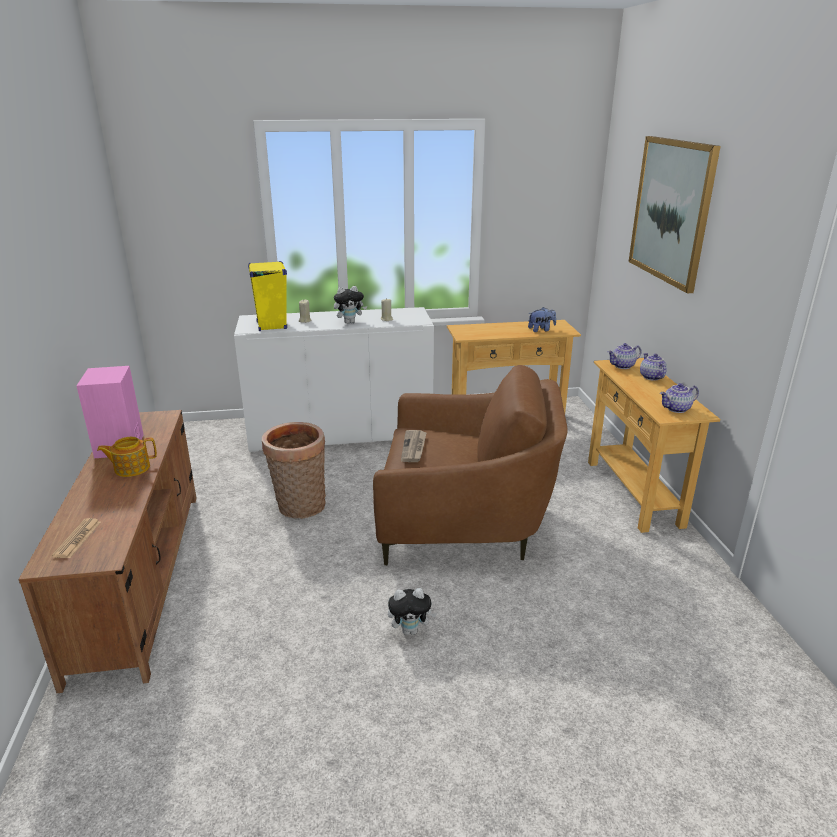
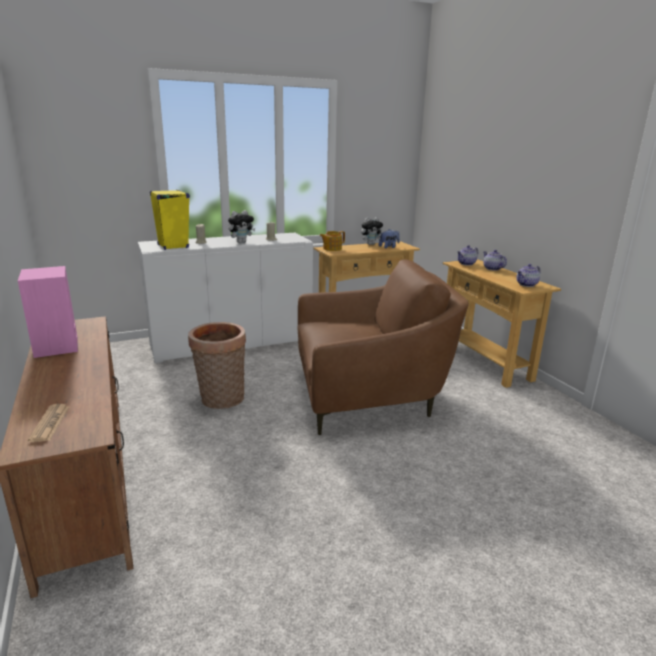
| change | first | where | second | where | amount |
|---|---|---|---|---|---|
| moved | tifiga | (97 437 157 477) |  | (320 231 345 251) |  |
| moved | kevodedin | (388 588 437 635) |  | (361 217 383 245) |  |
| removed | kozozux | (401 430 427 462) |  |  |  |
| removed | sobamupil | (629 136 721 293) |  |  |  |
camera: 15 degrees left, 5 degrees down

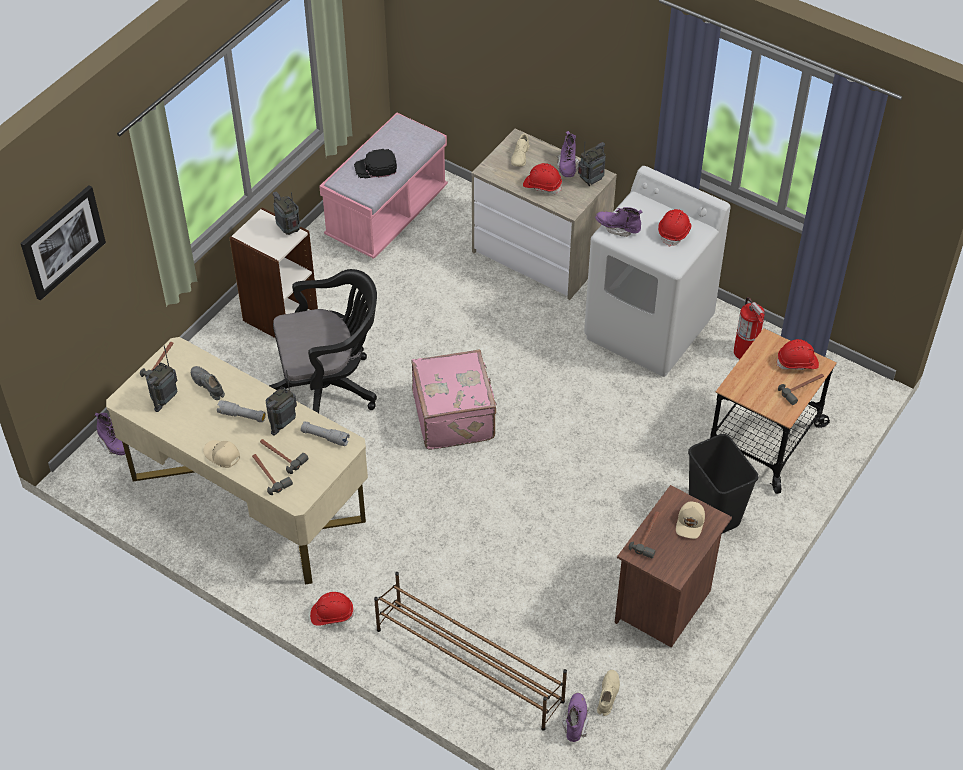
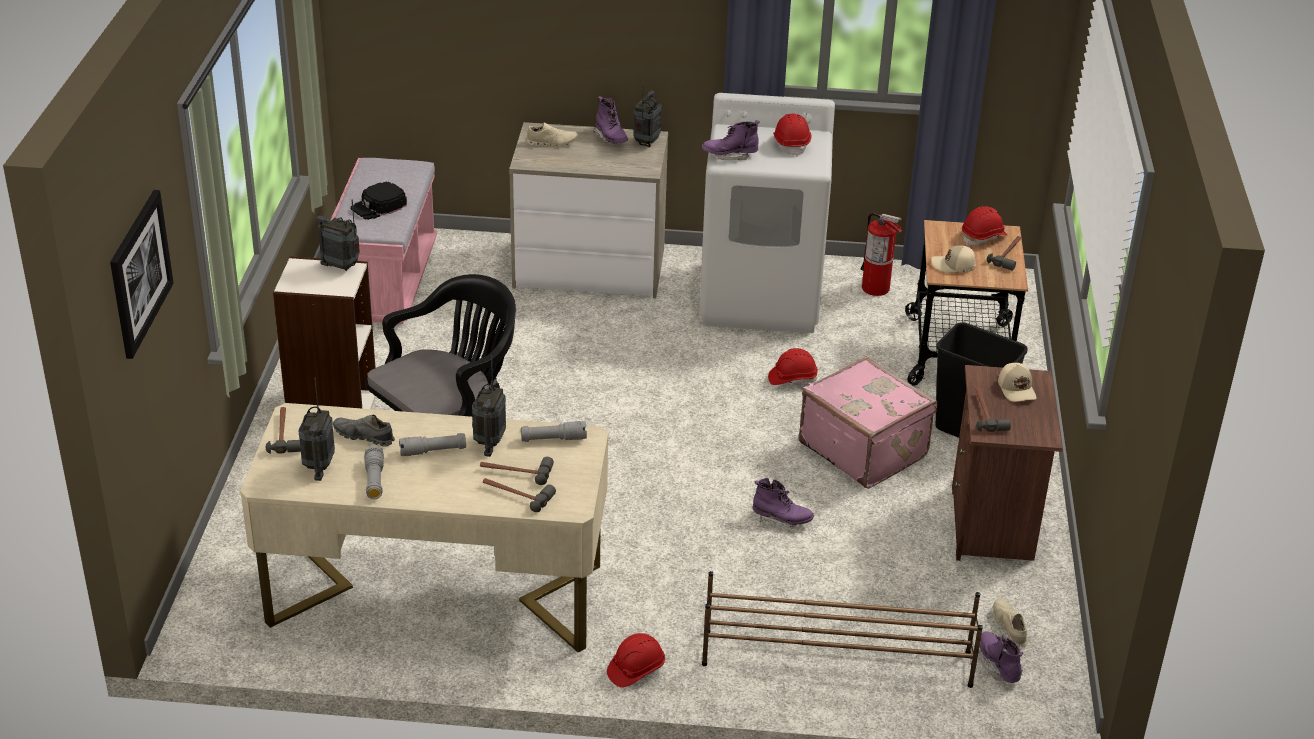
| change | first | where | second | where | amount |
|---|---|---|---|---|---|
| moved | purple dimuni | (95 413 125 455) |  | (753 478 814 527) |  |
| moved | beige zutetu | (203 440 240 468) |  | (931 245 975 272) |  |
| moved | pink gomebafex | (411 349 497 450) |  | (798 357 937 489) |  |
| turned | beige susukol | (511 134 530 167) |  | (526 123 578 147) | 75 degrees counterclockwise |
| moved | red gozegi | (523 163 562 194) |  | (768 348 818 385) |  |
| added |  |  | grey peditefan | (364 445 384 499) |  |
camera: 30 degrees left, 15 degrees down

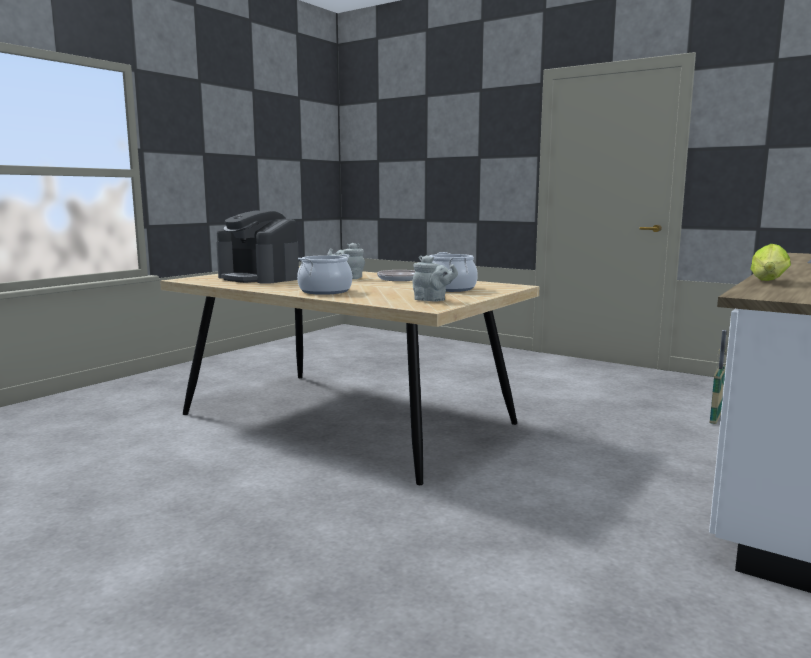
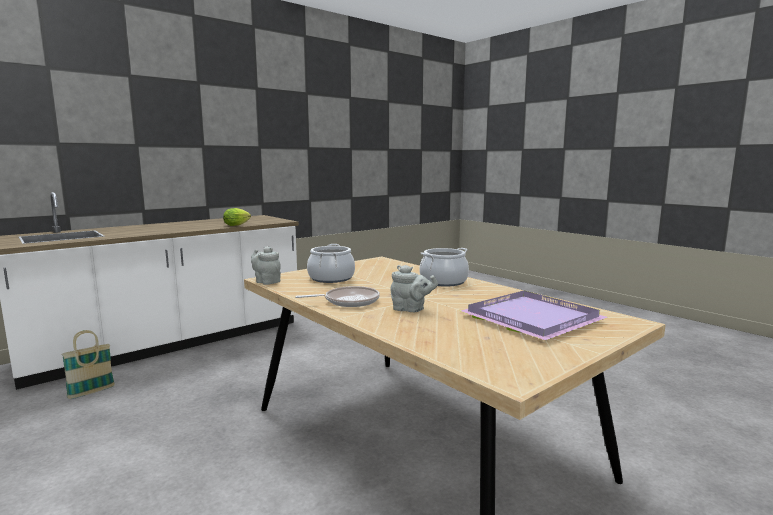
| change | first | where | second | where | amount |
|---|---|---|---|---|---|
| replaced | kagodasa | (216 211 299 284) | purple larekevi | (461 291 608 340) |  |
| moved | grey tifiga | (412 255 458 301) |  | (251 246 281 285) |  |
camera: 165 degrees left, 0 degrees up

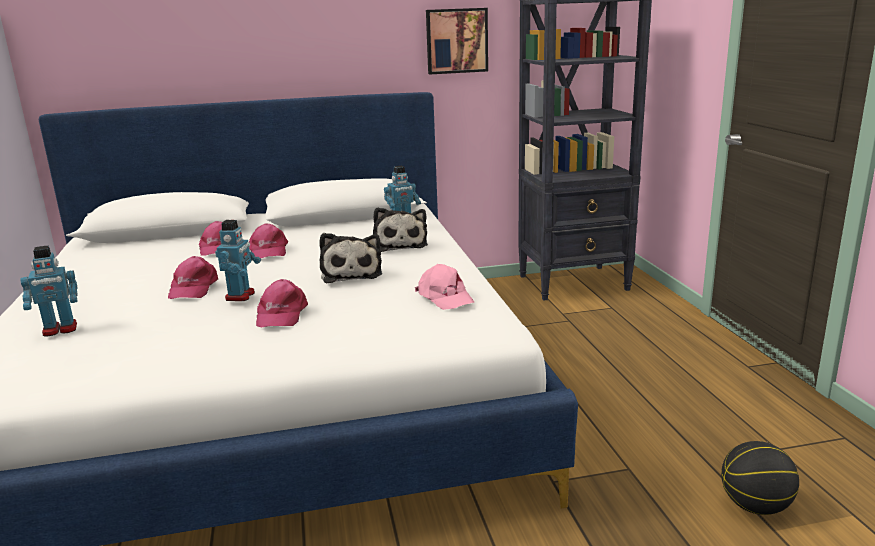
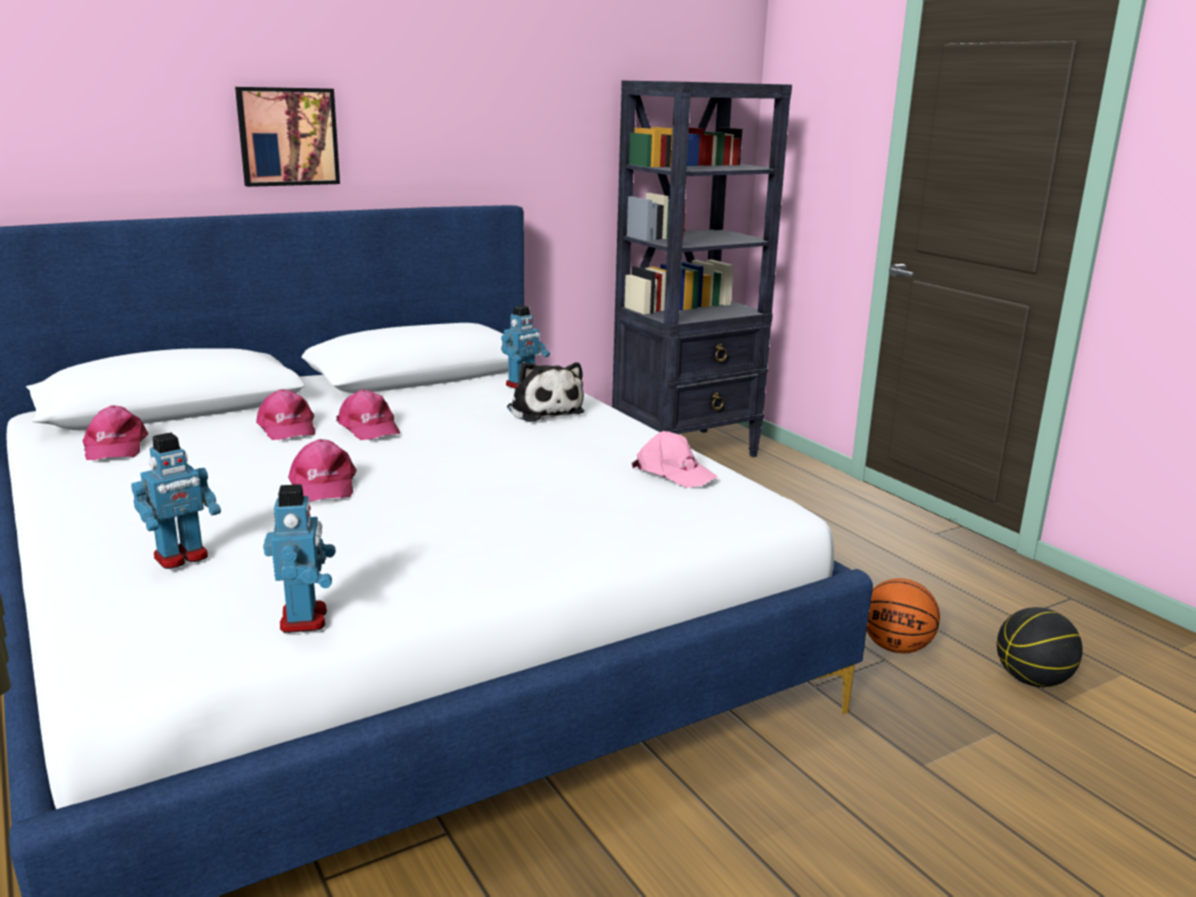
| change | first | where | second | where | amount |
|---|---|---|---|---|---|
| moved | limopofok | (215 220 261 301) |  | (263 484 336 633) |  |
| moved | pink zutetu | (256 279 308 328) |  | (83 405 148 460) |  |
| removed | kevodedin | (319 233 382 284) |  |  |  |
| moved | sobamupil | (426 8 488 74) |  | (235 87 340 187) |  |
| added |  |  | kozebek | (866 578 940 654) |  |
camera: 20 degrees left, 0 degrees up

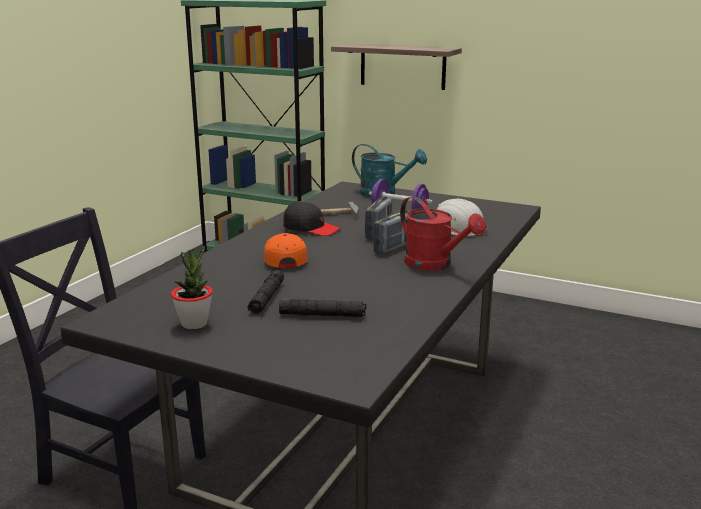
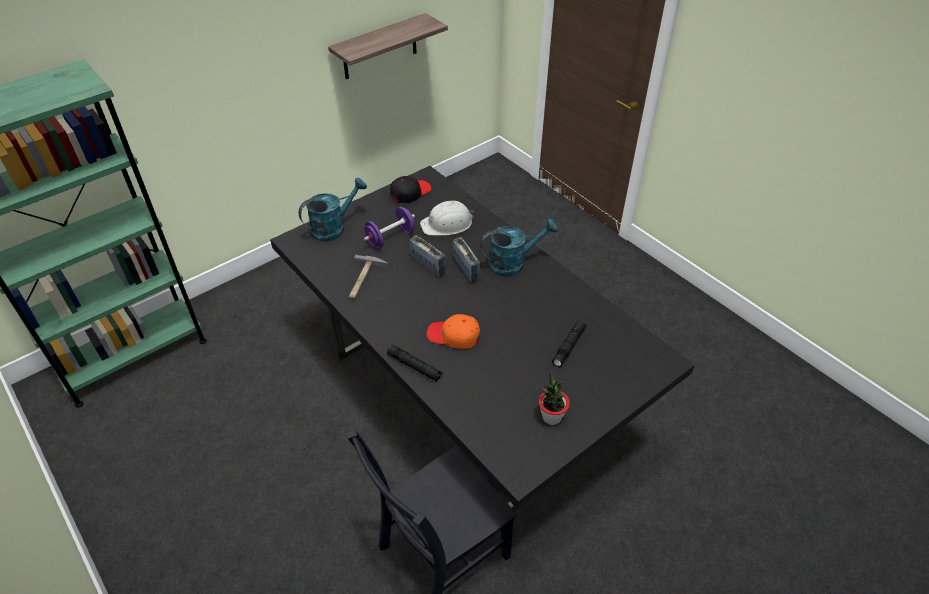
| change | first | where | second | where | amount |
|---|---|---|---|---|---|
| moved | black peditefan | (248 270 284 314) |  | (387 345 443 382) |  |
| moved | black zutetu | (283 201 340 236) |  | (390 176 431 203) |  |
| moved | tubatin | (331 43 462 90) |  | (328 13 448 79) |  |
| recoloured | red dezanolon | (400 196 486 271) | turquoise dezanolon | (480 219 558 277) |  |
camera: 65 degrees left, 25 degrees up

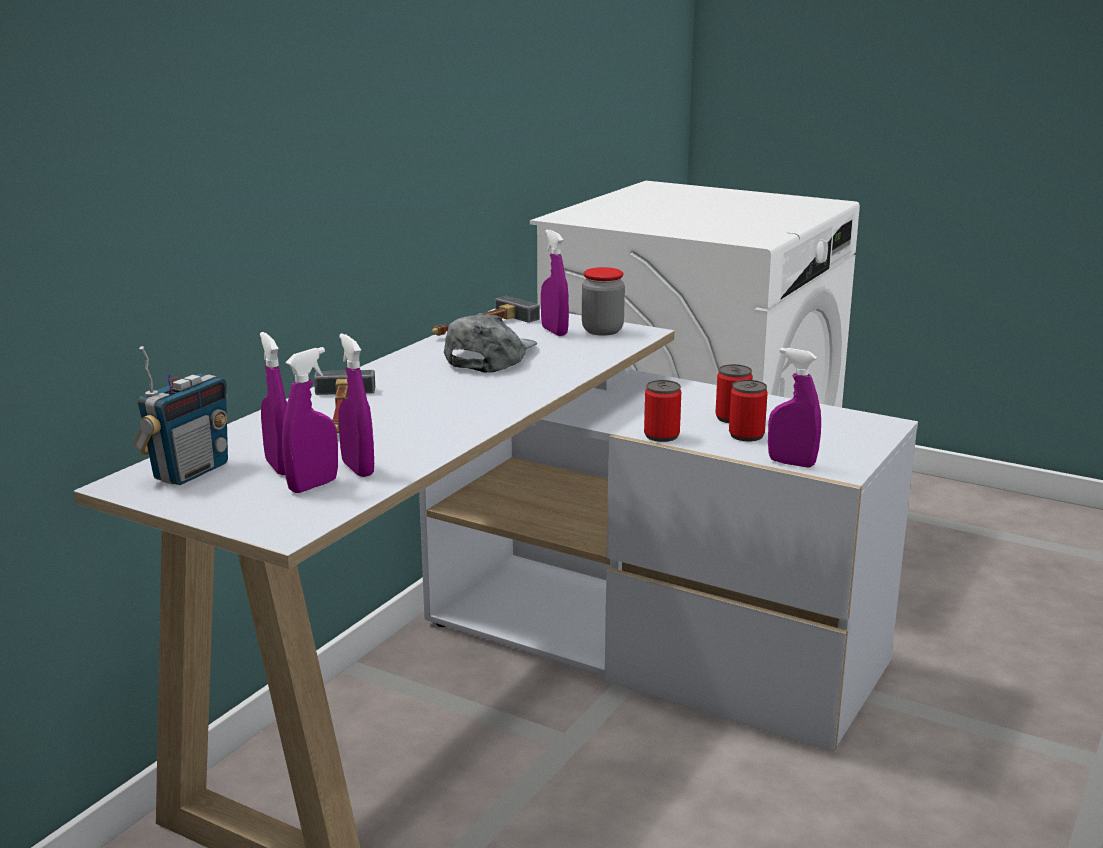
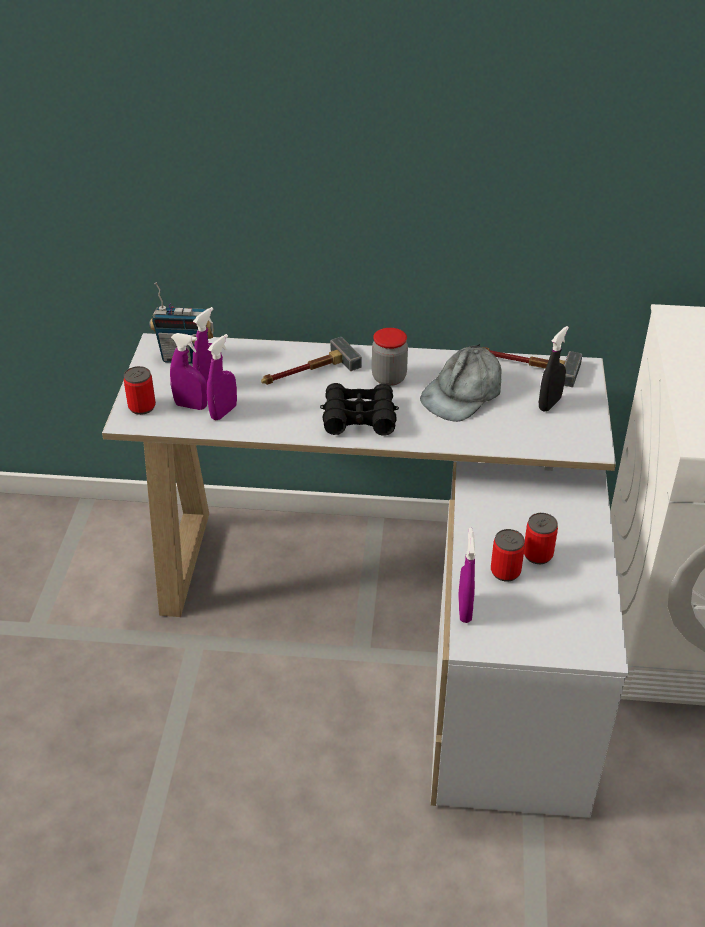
| change | first | where | second | where | amount |
|---|---|---|---|---|---|
| turned | grey zutetu | (444 313 537 373) |  | (420 344 502 422) | 135 degrees clockwise |
| recoloured | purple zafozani | (541 229 569 336) | black zafozani | (539 326 569 412) |  |
| moved | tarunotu | (582 267 625 336) |  | (372 328 408 386) |  |
| moved | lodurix | (644 380 681 442) |  | (124 366 156 415) |  |
| added |  |  | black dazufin | (320 383 399 436) |  |
camera: 65 degrees right, 20 degrees up

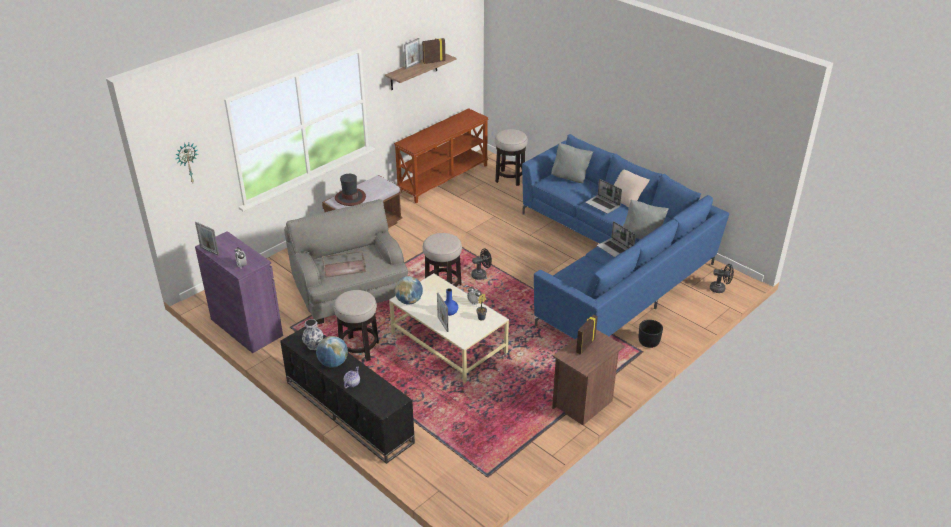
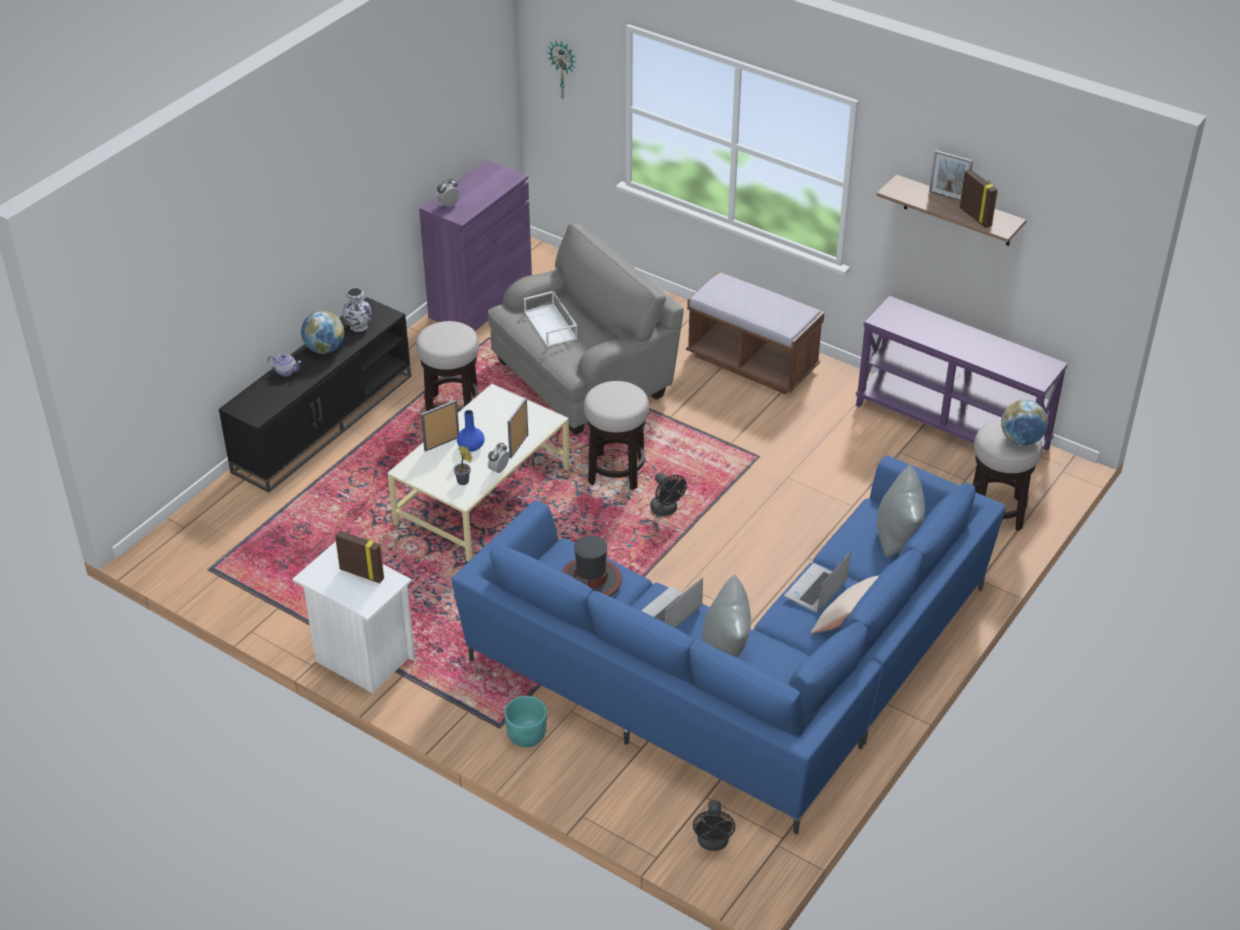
| change | first | where | second | where | amount |
|---|---|---|---|---|---|
| moved | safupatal | (195 222 219 256) |  | (507 398 528 458) |  |
| recoloured | brown larekevi | (322 251 366 278) | white larekevi | (524 291 577 347) |  |
| moved | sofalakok | (335 174 366 206) |  | (562 535 622 596) |  |
| recoloured | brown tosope | (394 108 489 203) | purple tosope | (856 295 1068 451) |  |
| moved | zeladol | (394 276 423 304) |  | (1001 400 1048 446) |  |
| recoloured | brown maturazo | (552 329 625 425) | white maturazo | (293 542 415 693) |  |
| recoloured | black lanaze | (639 320 663 348) | turquoise lanaze | (504 696 547 747) |  |
camera: 80 degrees right, 5 degrees up

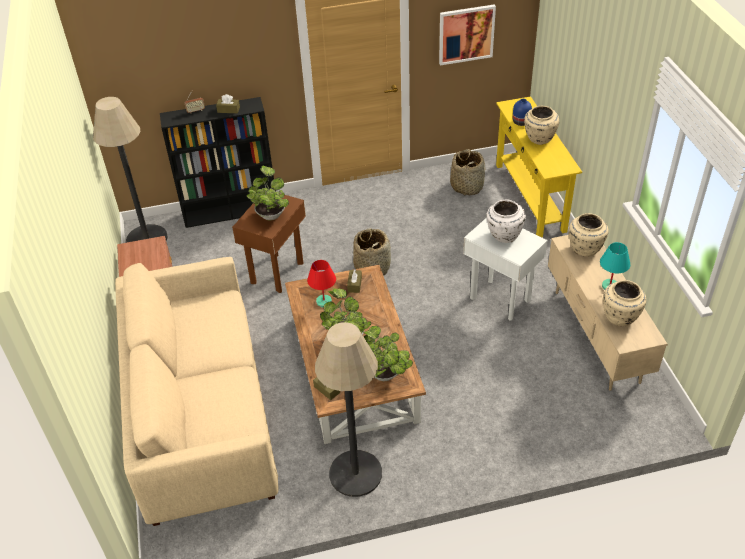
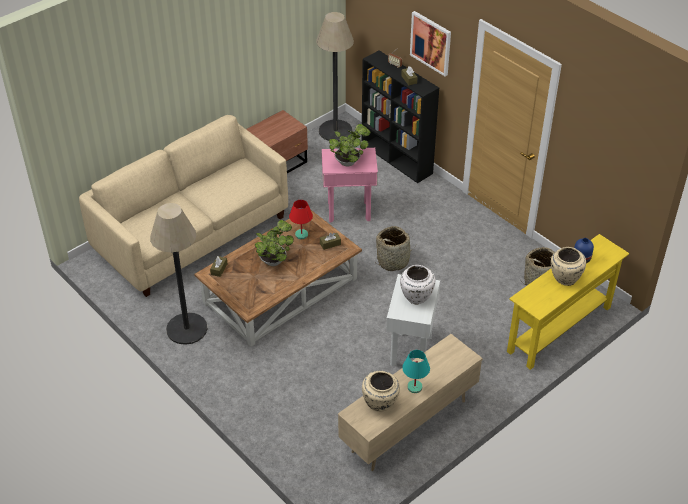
| change | first | where | second | where | amount |
|---|---|---|---|---|---|
| recoloured | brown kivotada | (232 193 306 293) | pink kivotada | (322 148 378 222) |  |
| removed | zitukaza | (363 326 413 381) |  |  |  |
| moved | sobamupil | (439 4 496 66) |  | (410 11 451 76) |  |
| removed | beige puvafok | (569 213 608 257) |  |  |  |
camera: 60 degrees right, 0 degrees up

